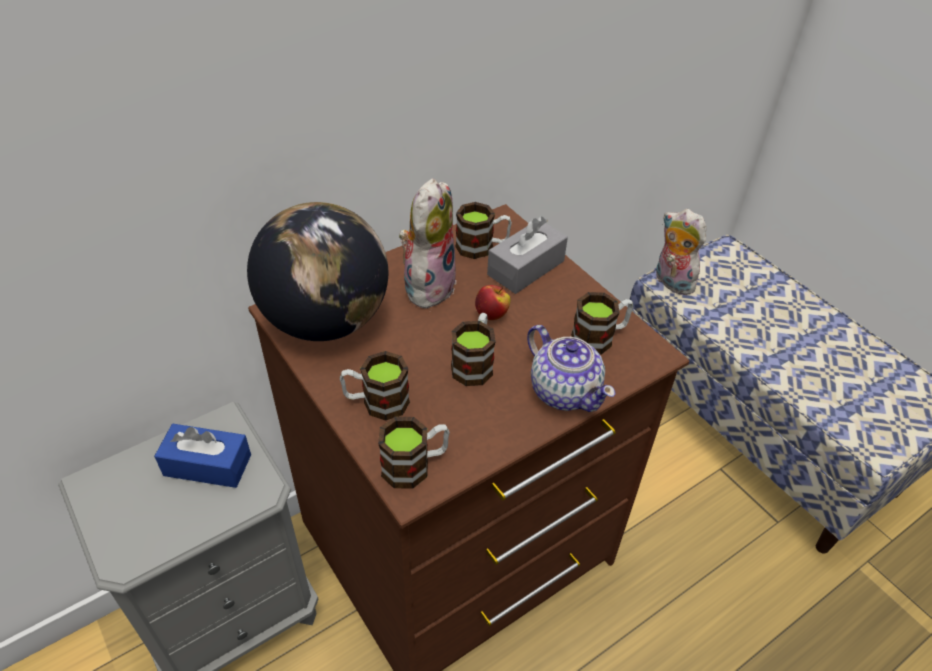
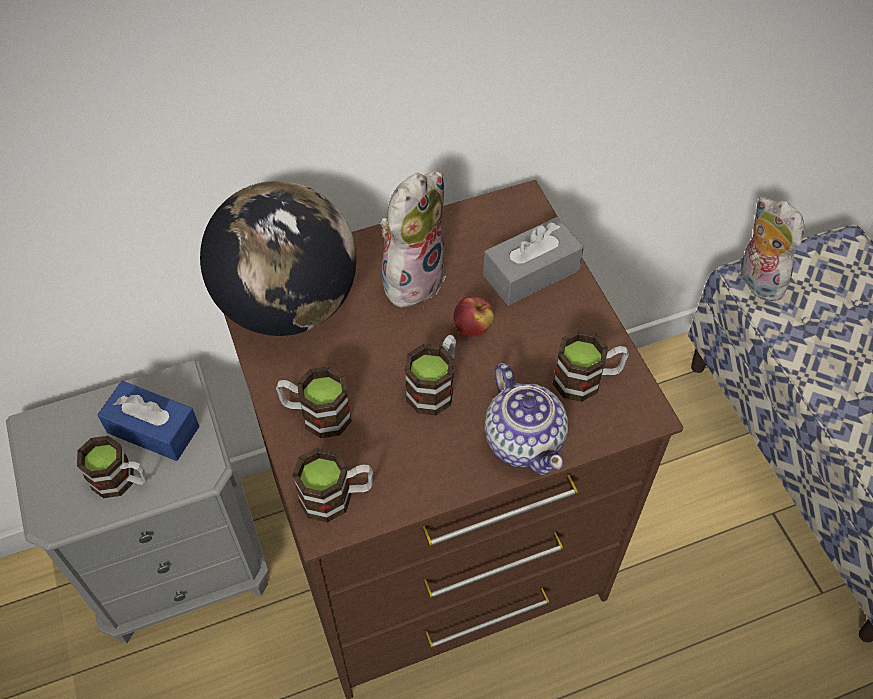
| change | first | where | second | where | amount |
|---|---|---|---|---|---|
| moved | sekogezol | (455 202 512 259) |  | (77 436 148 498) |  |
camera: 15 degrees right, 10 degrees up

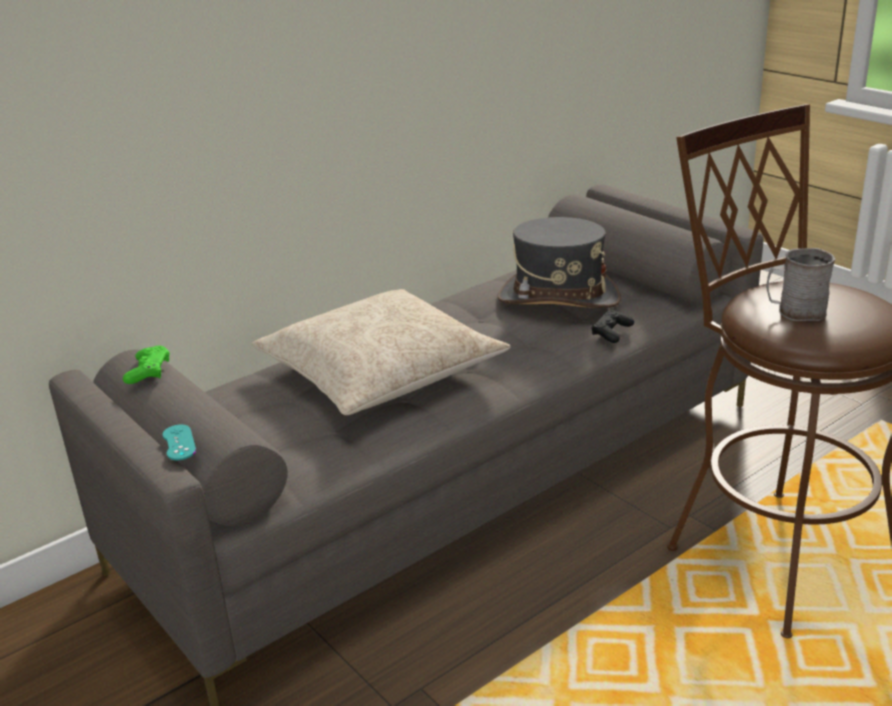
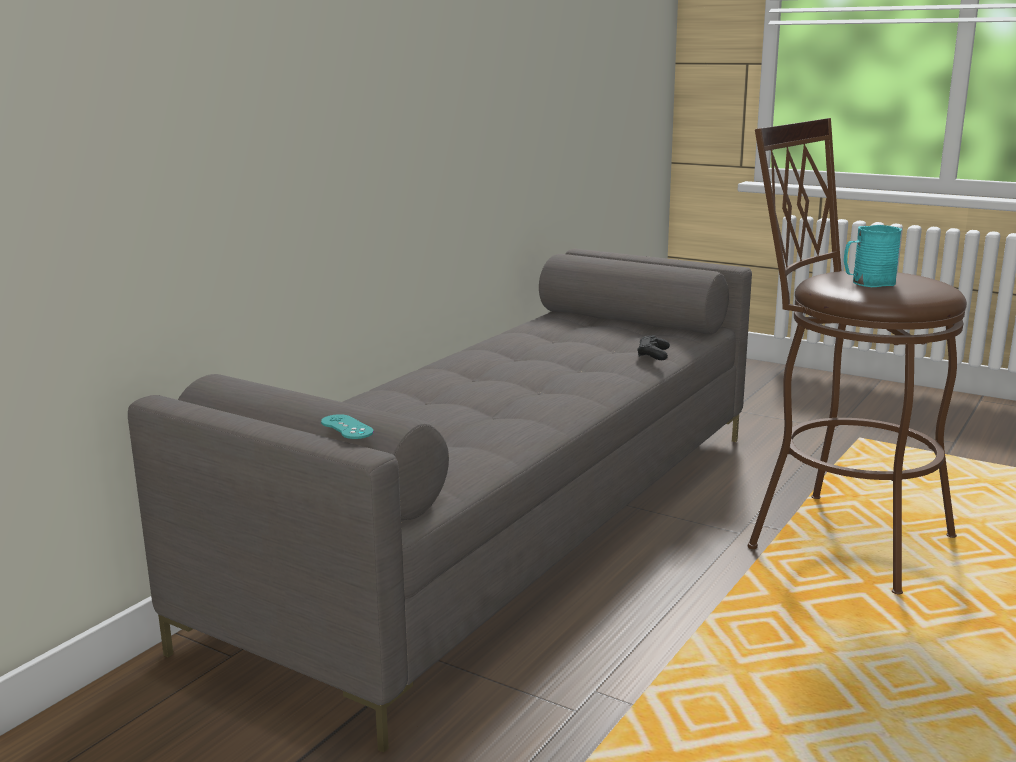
| change | first | where | second | where | amount |
|---|---|---|---|---|---|
| removed | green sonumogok | (123 345 170 384) |  |  |  |
| removed | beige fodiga | (252 289 511 415) |  |  |  |
| removed | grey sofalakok | (497 217 621 308) |  |  |  |
| recoloured | grey sekogezol | (766 248 835 321) | turquoise sekogezol | (844 225 902 287) |  |
camera: 20 degrees left, 10 degrees down

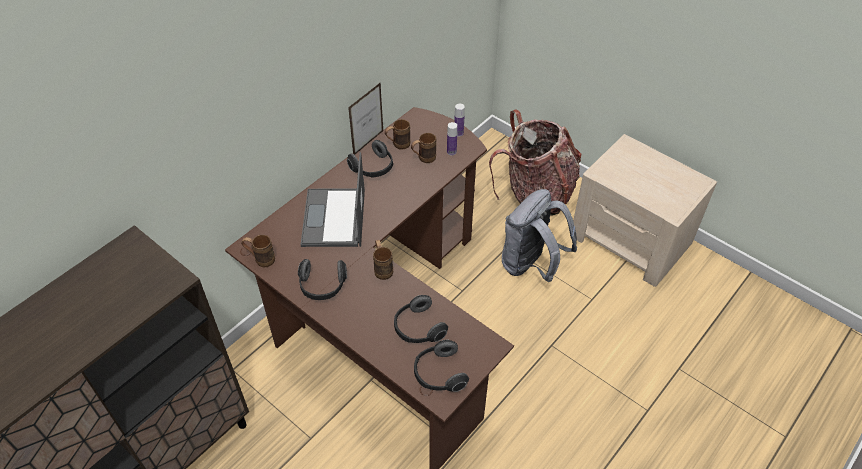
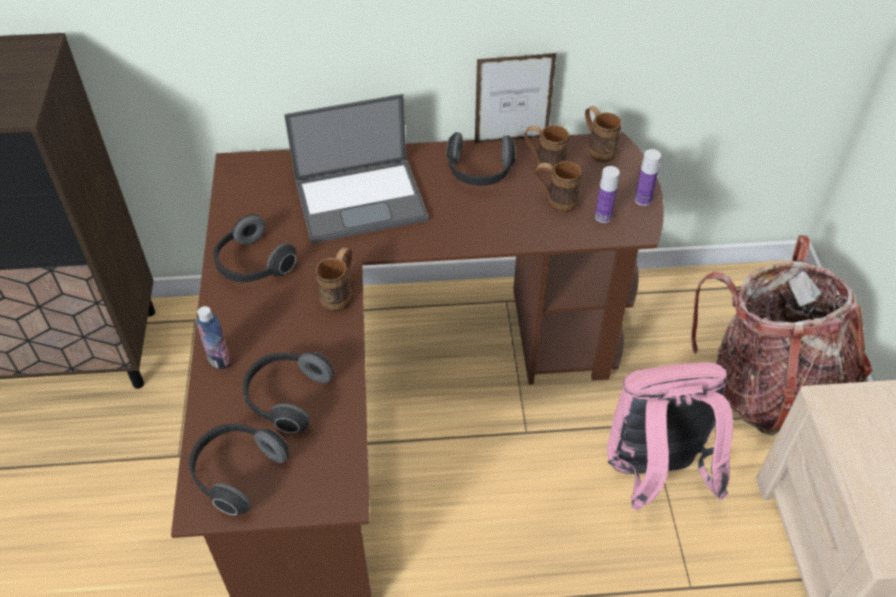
| change | first | where | second | where | amount |
|---|---|---|---|---|---|
| moved | brown sekogezol | (241 235 275 267) |  | (585 106 621 163) |  |
| turned | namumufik | (300 152 365 247) |  | (284 94 428 244) | 150 degrees counterclockwise |
| recoloured | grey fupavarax | (502 189 577 282) | pink fupavarax | (607 362 733 511) |  |
| added |  |  | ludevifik | (195 306 231 369) |  |
camera: 45 degrees right, 0 degrees up

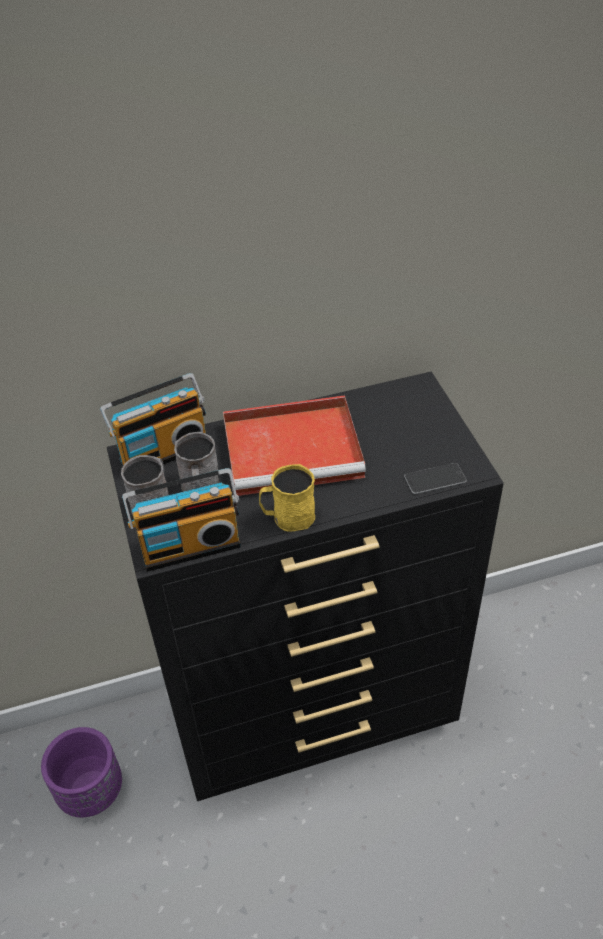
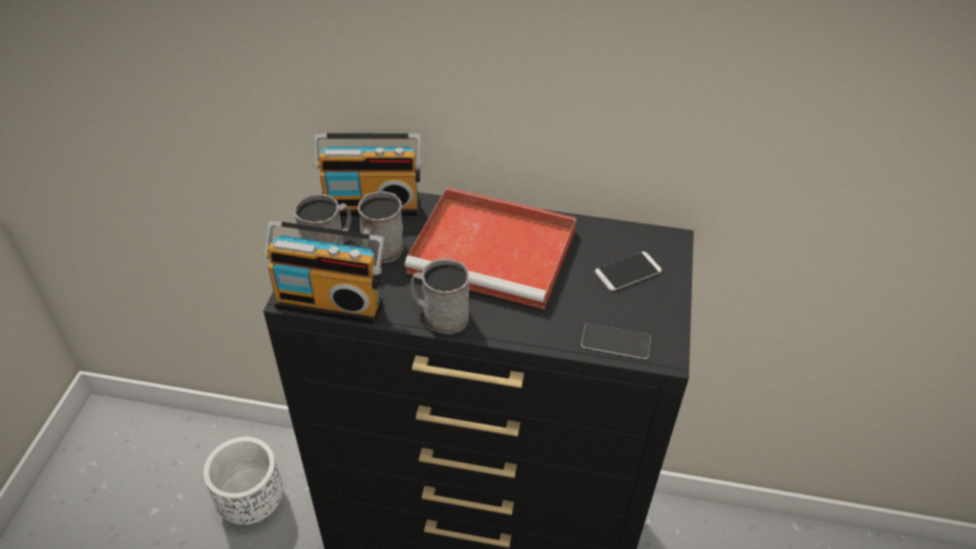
| change | first | where | second | where | amount |
|---|---|---|---|---|---|
| recoloured | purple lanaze | (41 727 122 817) | white lanaze | (203 437 283 525) |  |
| recoloured | yellow sekogezol | (259 464 315 532) | grey sekogezol | (410 259 469 335) |  |
| added |  |  | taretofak | (595 252 662 291) |  |
camera: 25 degrees right, 0 degrees up

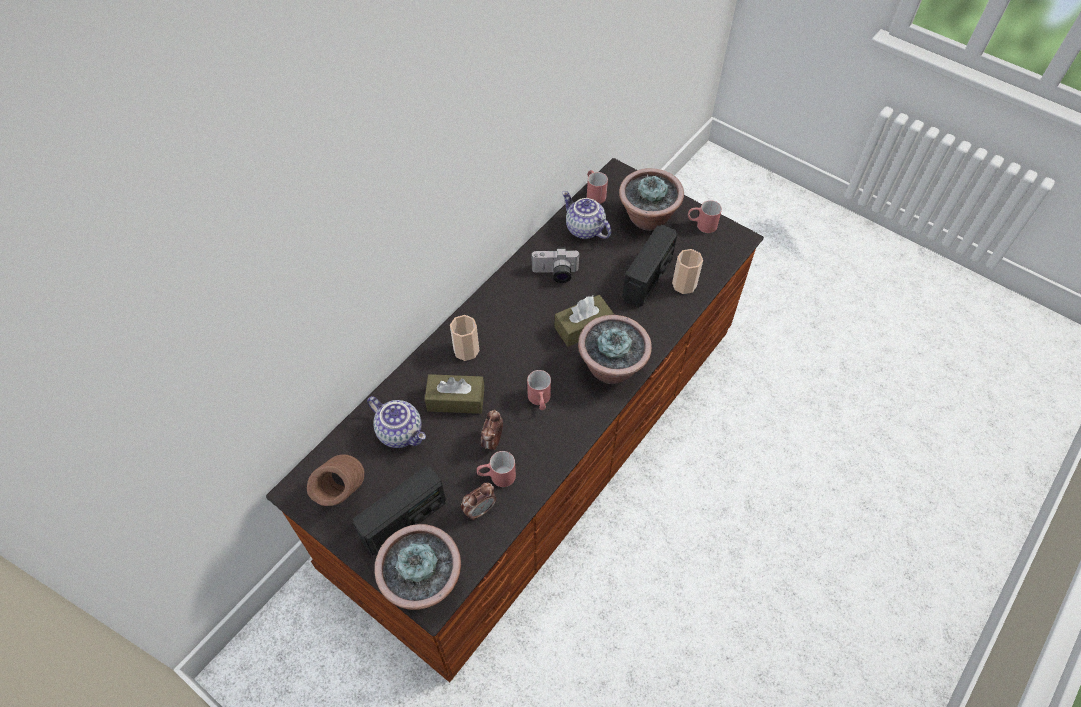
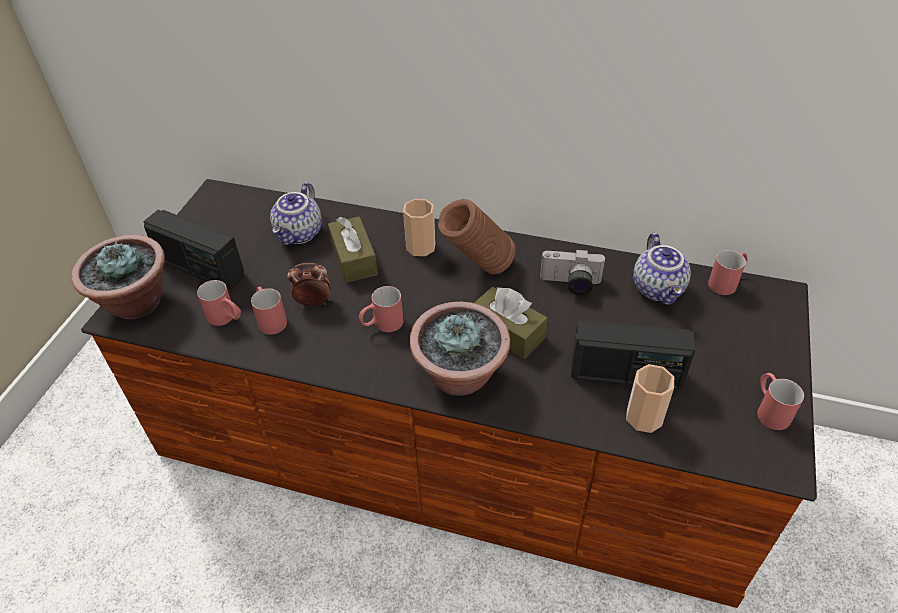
| change | first | where | second | where | amount |
|---|---|---|---|---|---|
| moved | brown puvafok | (307 454 364 506) |  | (438 199 516 274) |  |
| replaced | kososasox | (461 482 496 520) | red sekogezol | (197 280 241 326) |  |
| turned | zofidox | (532 248 580 283) |  | (540 249 605 295) | 60 degrees counterclockwise |
| turned | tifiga | (562 191 611 239) |  | (633 233 691 305) | 150 degrees clockwise |
| removed | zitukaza | (619 168 684 231) |  |  |  |
camera: 70 degrees right, 10 degrees down

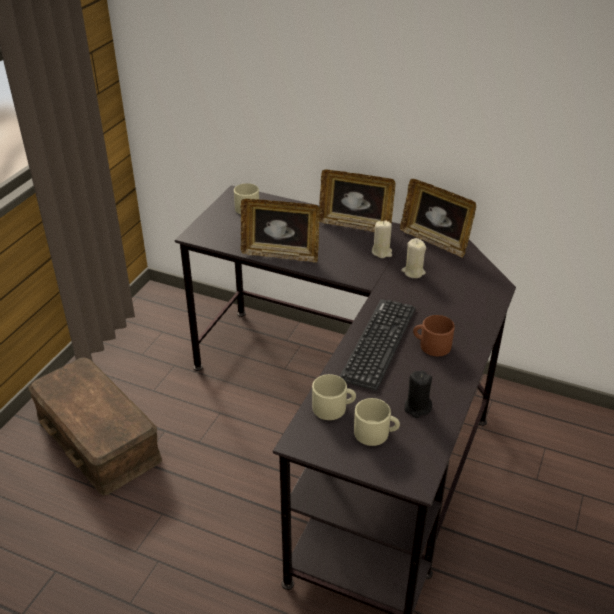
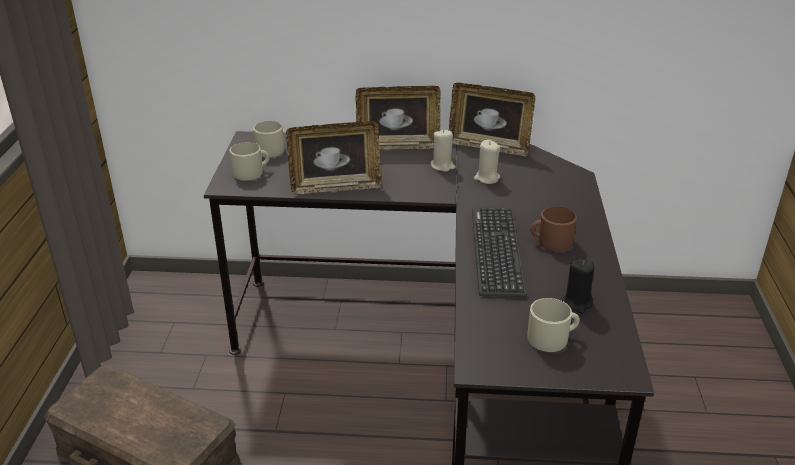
| change | first | where | second | where | amount |
|---|---|---|---|---|---|
| moved | beige sekogezol | (312 374 356 420) |  | (230 142 269 180) |  |
camera: 20 degrees left, 5 degrees down

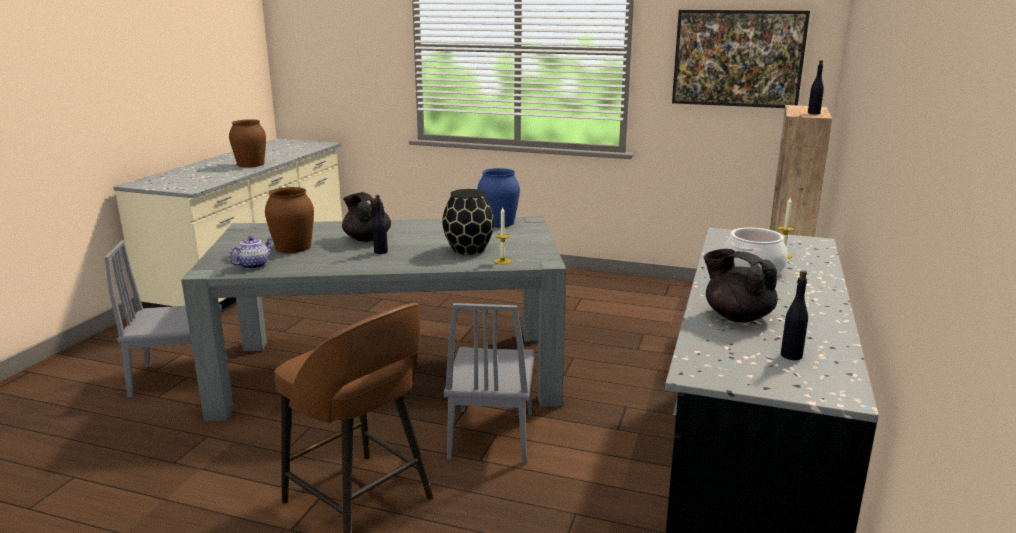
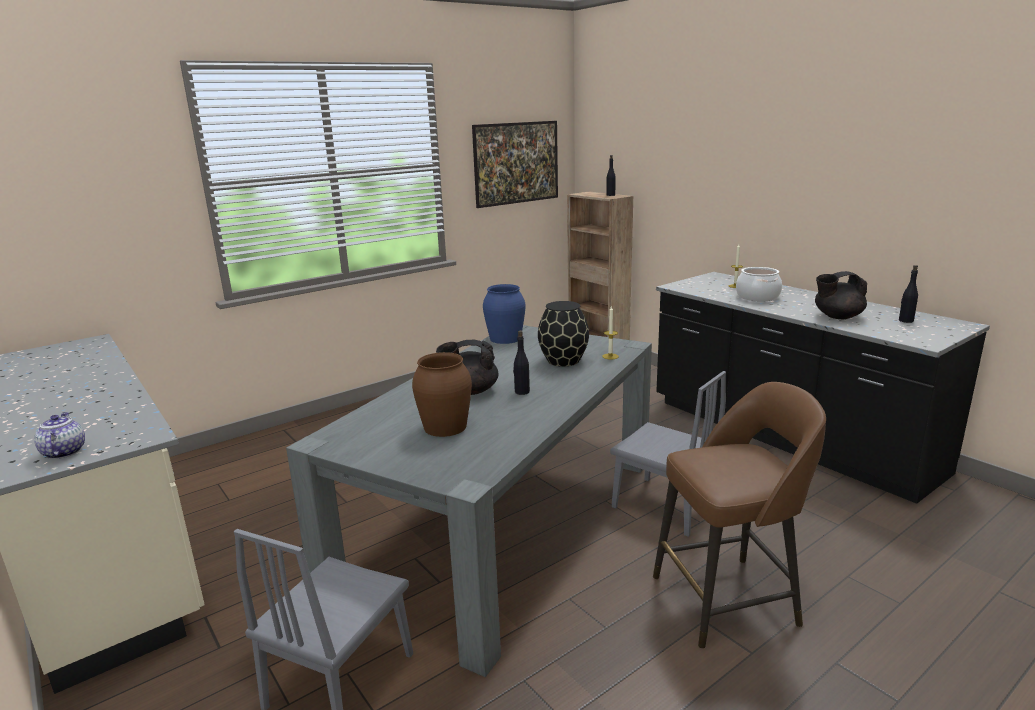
| change | first | where | second | where | amount |
|---|---|---|---|---|---|
| removed | brown puvafok | (229 120 266 168) |  |  |  |
| moved | tifiga | (229 236 273 269) |  | (34 412 85 459) |  |
camera: 55 degrees left, 0 degrees up

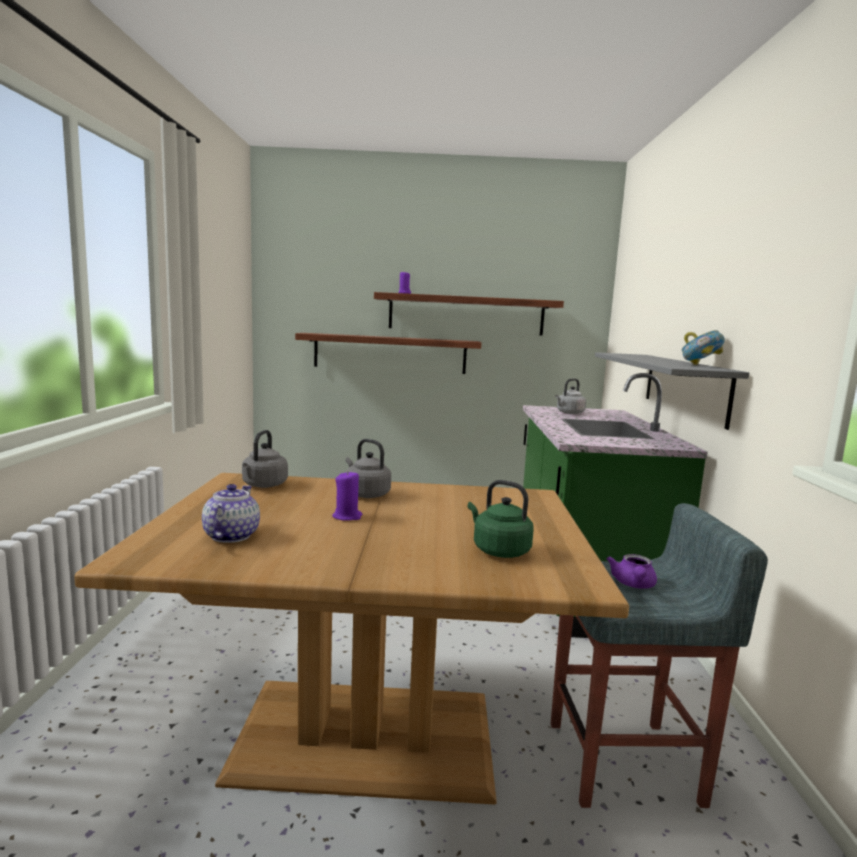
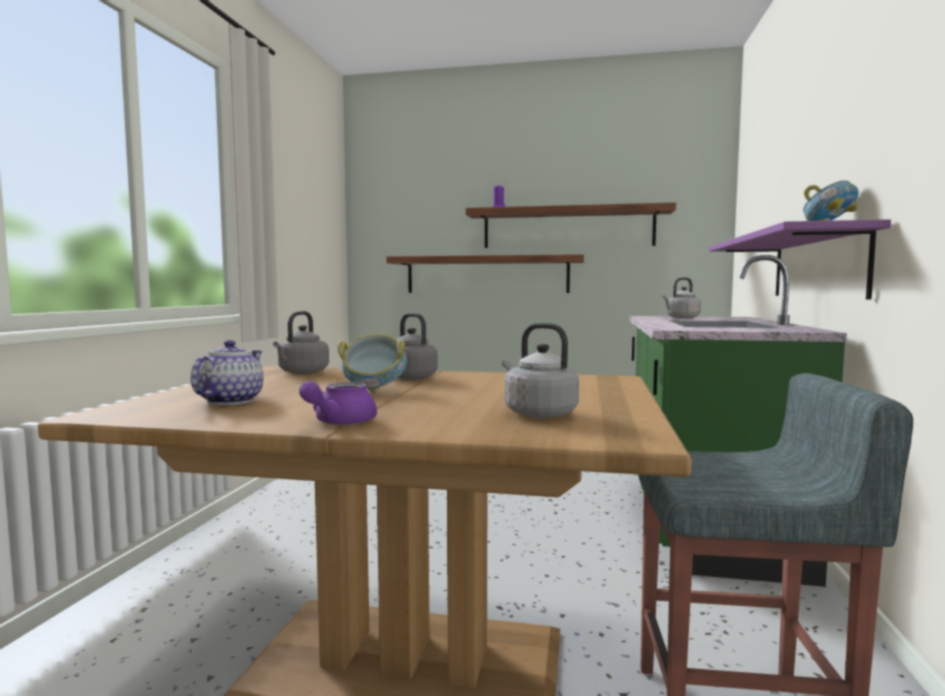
| change | first | where | second | where | amount |
|---|---|---|---|---|---|
| replaced | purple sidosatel | (332 471 363 521) | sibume | (337 334 407 392) |  |
| recoloured | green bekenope | (468 480 534 558) | grey bekenope | (502 323 579 418) |  |
| recoloured | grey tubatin | (595 352 749 430) | purple tubatin | (709 219 891 300) |  |
| moved | purple tifiga | (607 554 657 589) |  | (299 381 377 425) |  |
camera: 10 degrees right, 5 degrees down

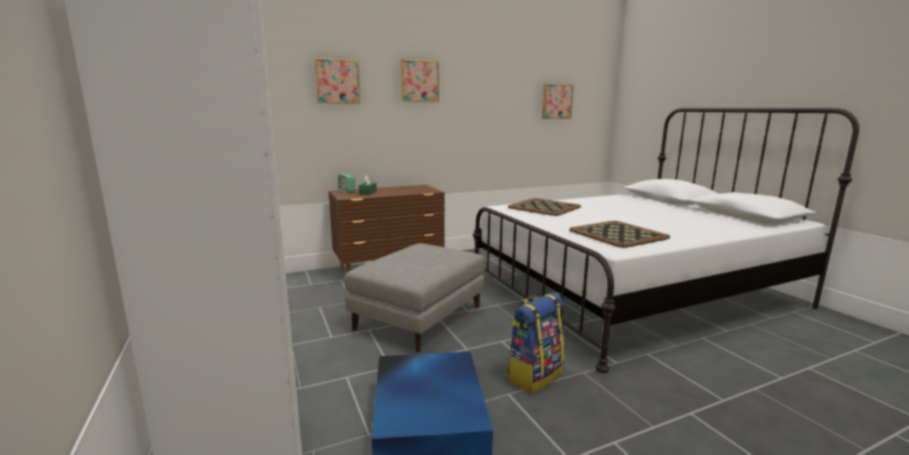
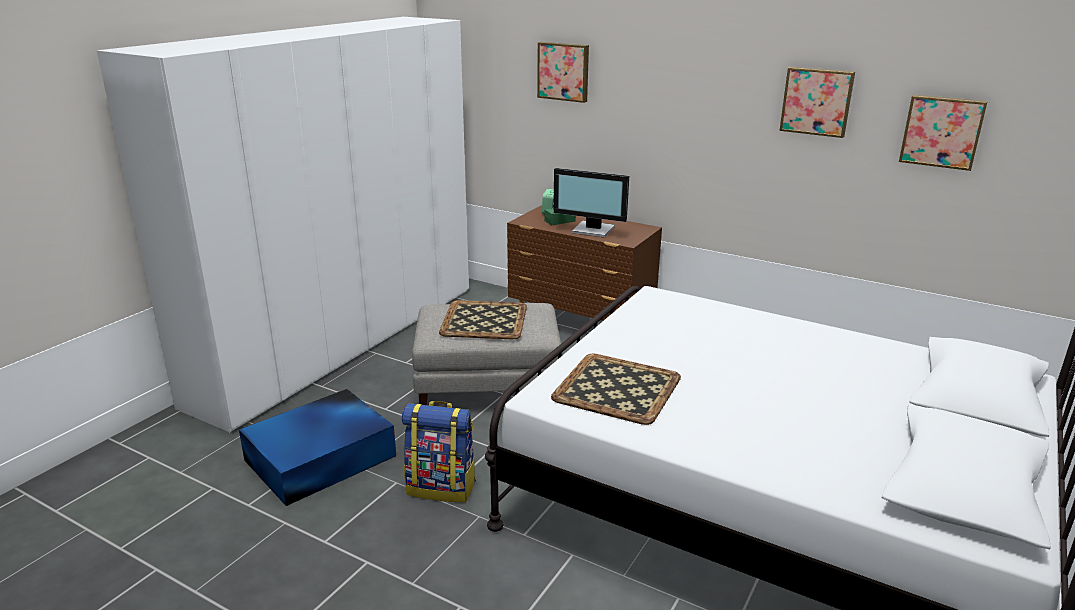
| change | first | where | second | where | amount |
|---|---|---|---|---|---|
| moved | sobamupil | (401 59 439 102) |  | (779 67 855 138) |  |
| moved | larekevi | (508 198 581 216) |  | (439 300 527 339) |  |
| added |  |  | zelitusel | (553 168 629 238) |  |
camera: 55 degrees right, 10 degrees up

